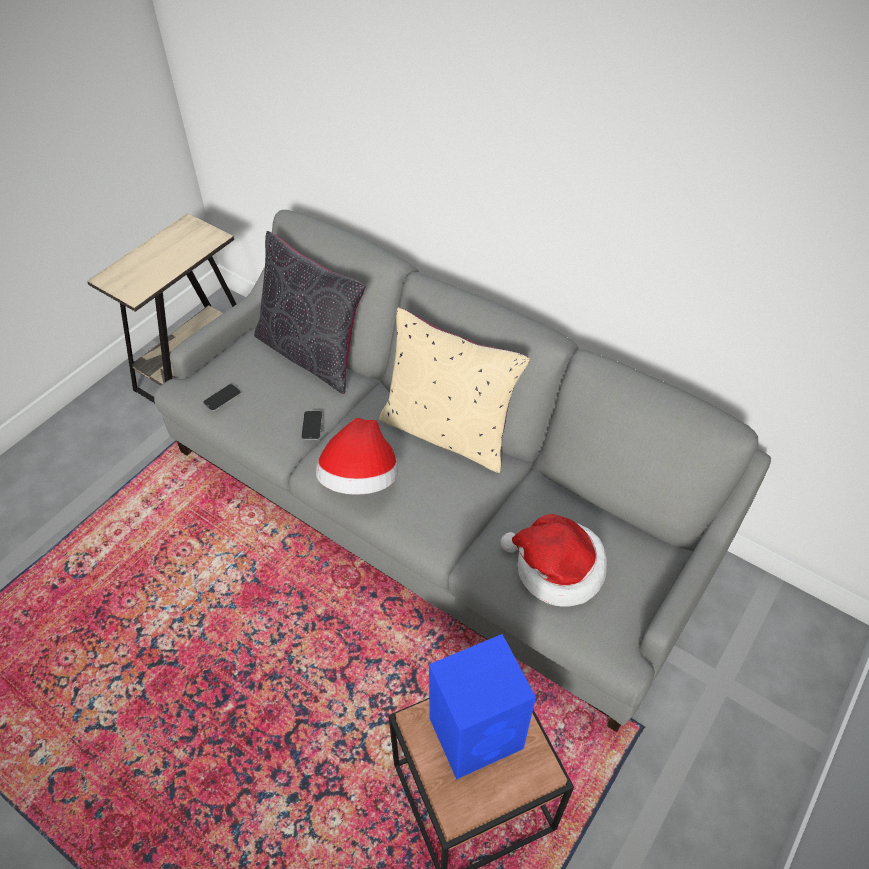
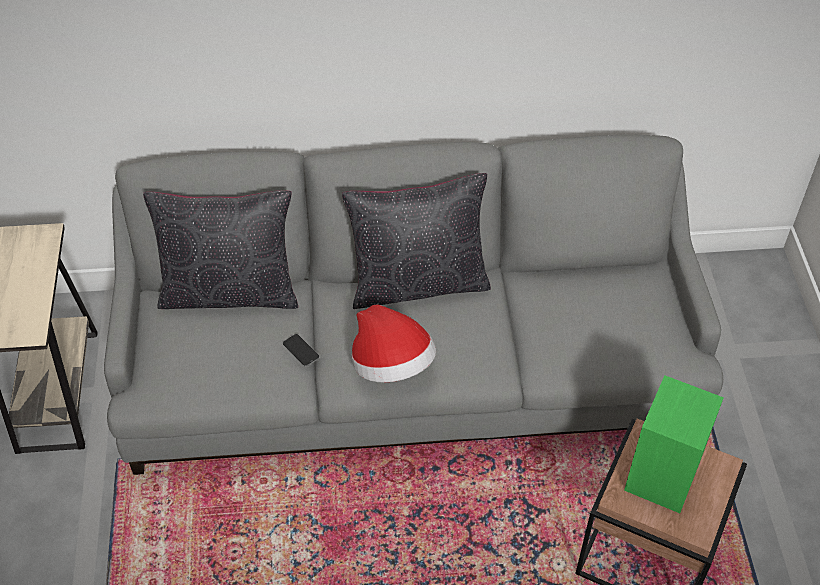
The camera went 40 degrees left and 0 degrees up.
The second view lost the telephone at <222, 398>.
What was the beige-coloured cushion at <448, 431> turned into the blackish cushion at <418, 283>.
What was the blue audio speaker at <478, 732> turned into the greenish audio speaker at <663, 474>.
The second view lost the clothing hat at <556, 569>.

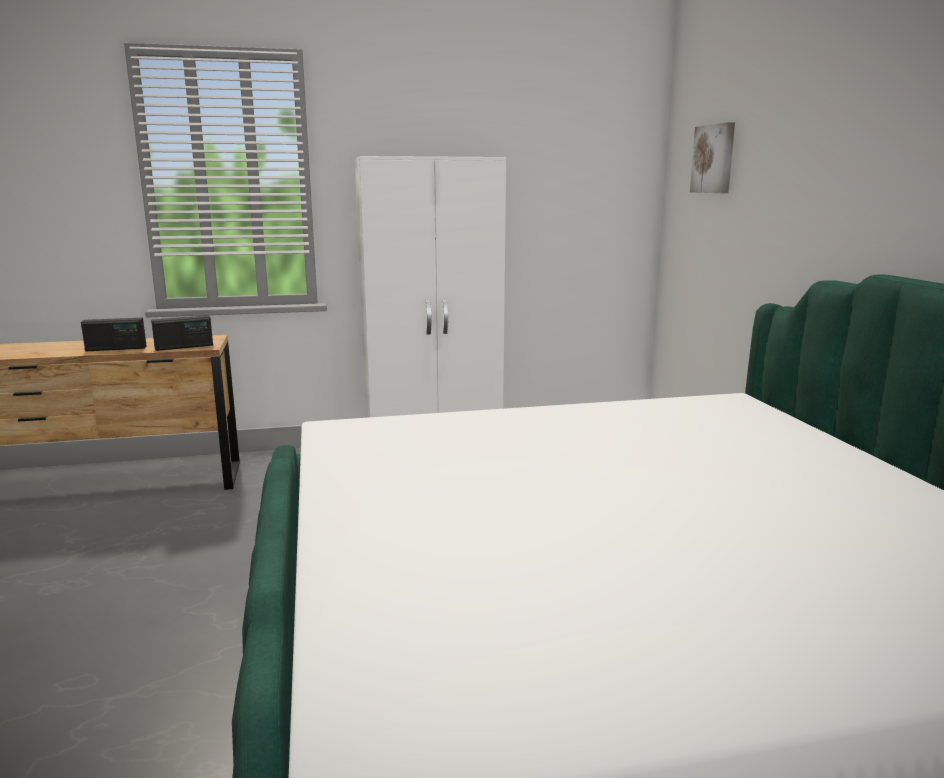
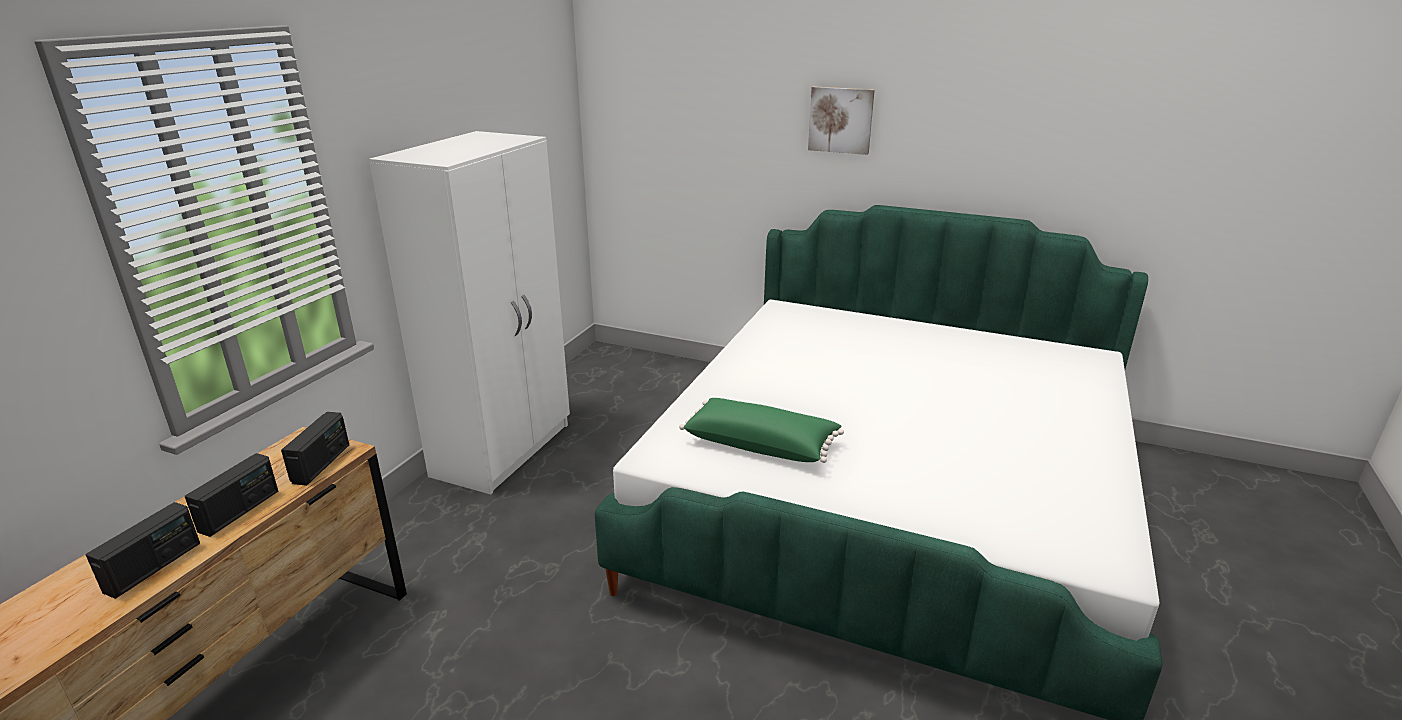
The camera went 55 degrees left and 10 degrees up.
The picture ended up elsewhere, having gone from <713, 159> to <840, 120>.
The second view gained the radio receiver at <153, 567>.
The second view gained the greenish cushion at <761, 444>.

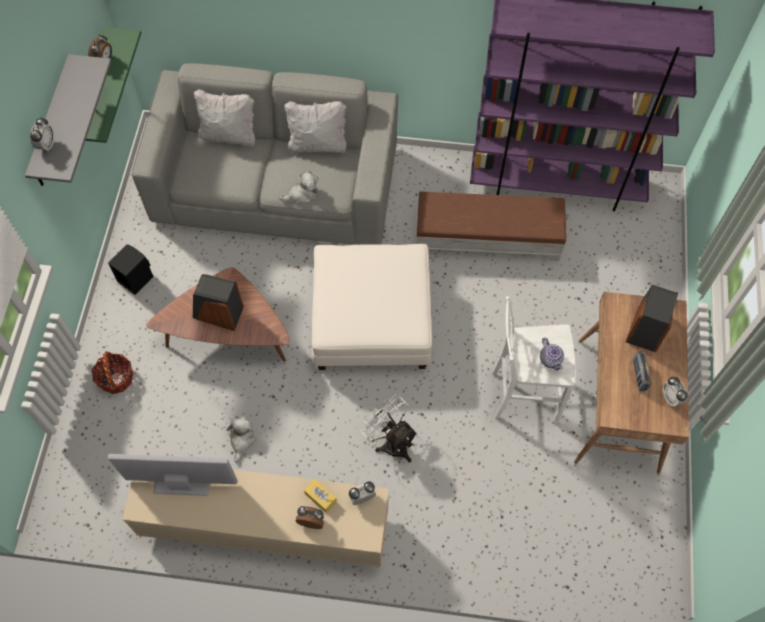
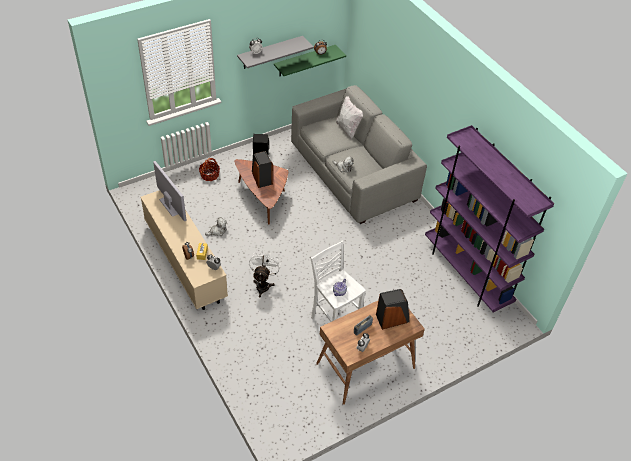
The camera went 50 degrees right and 15 degrees down.
The second view lost the whitish cushion at <318, 145>.
The second view lost the whitish ottoman at <371, 321>.
The second view lost the brown ottoman at <487, 237>.

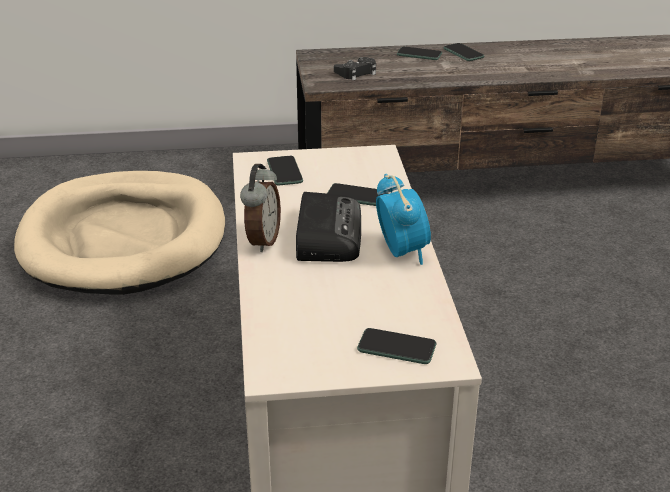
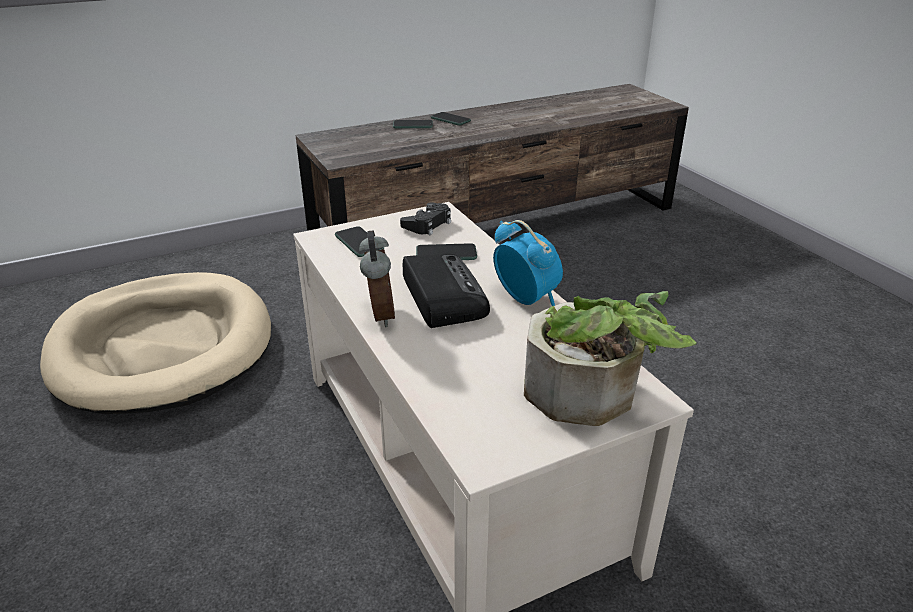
The camera went 20 degrees left and 0 degrees up.
The blackish gamepad ended up elsewhere, having gone from <356, 73> to <427, 224>.
Where the telephone stood at <396, 347>, the potted plant came to stand at <591, 397>.

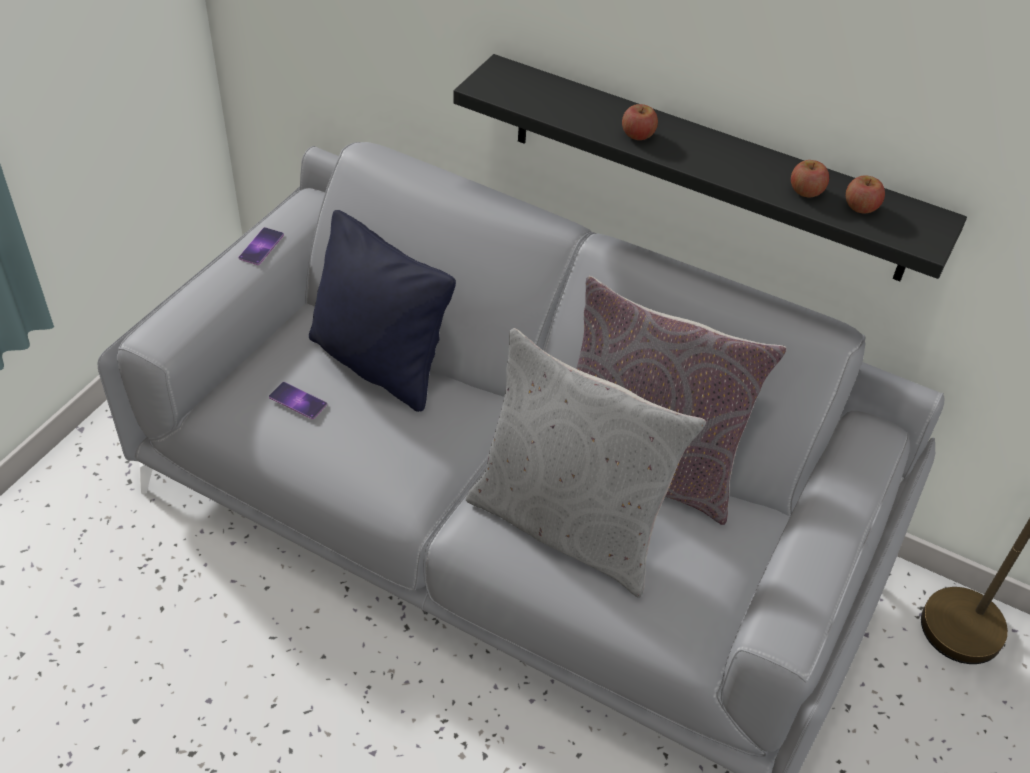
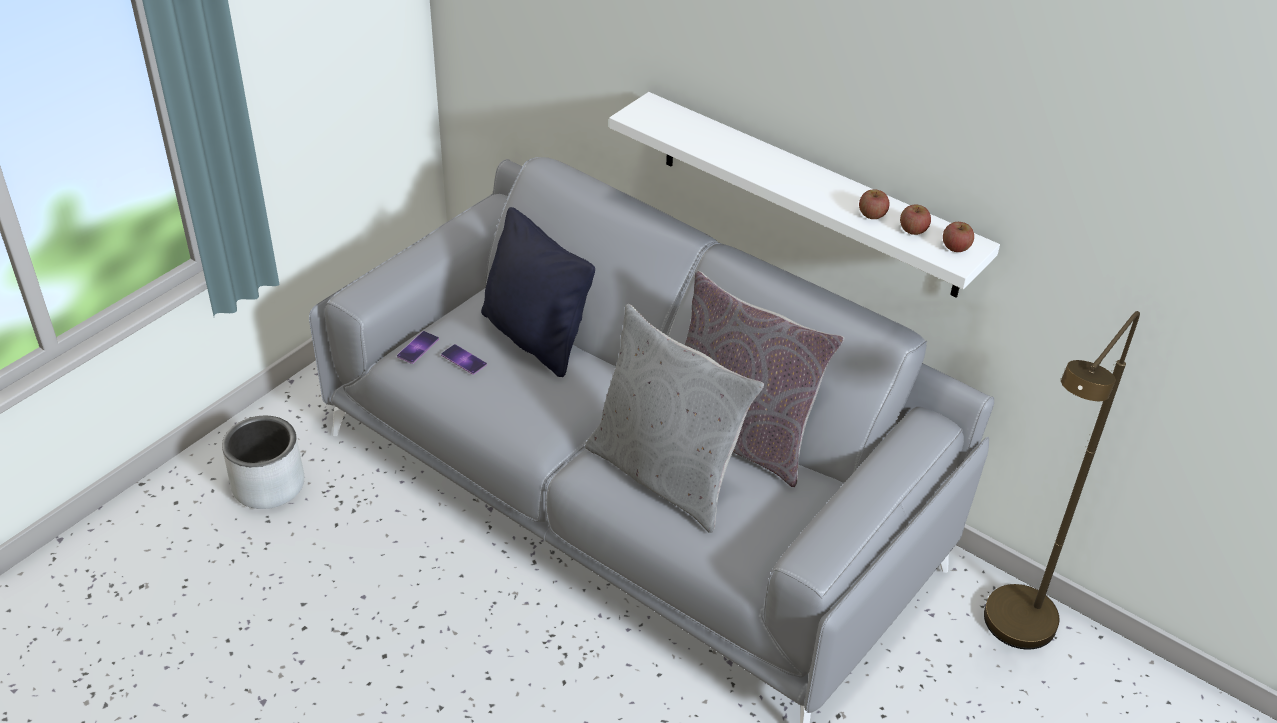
The camera went 10 degrees right and 5 degrees down.
The telephone ended up elsewhere, having gone from <261, 246> to <418, 347>.
What was the blackish bracket shelf at <707, 168> turned into the whitish bracket shelf at <808, 195>.
The whole apple ended up elsewhere, having gone from <638, 135> to <956, 247>.
The second view gained the greyish flower pot at <268, 484>.

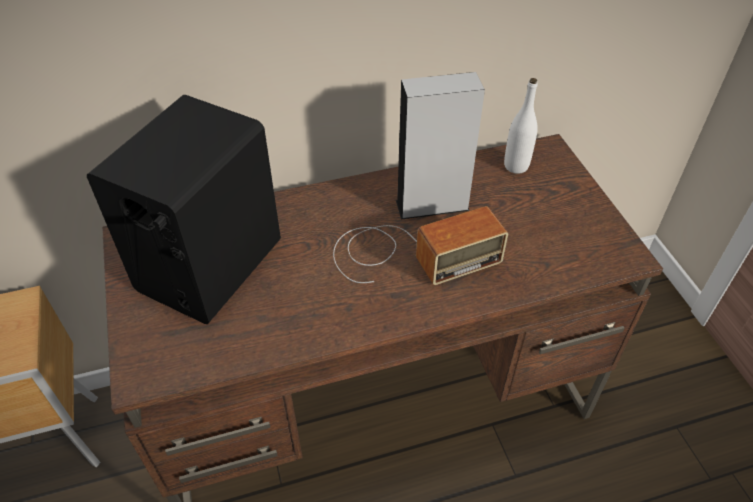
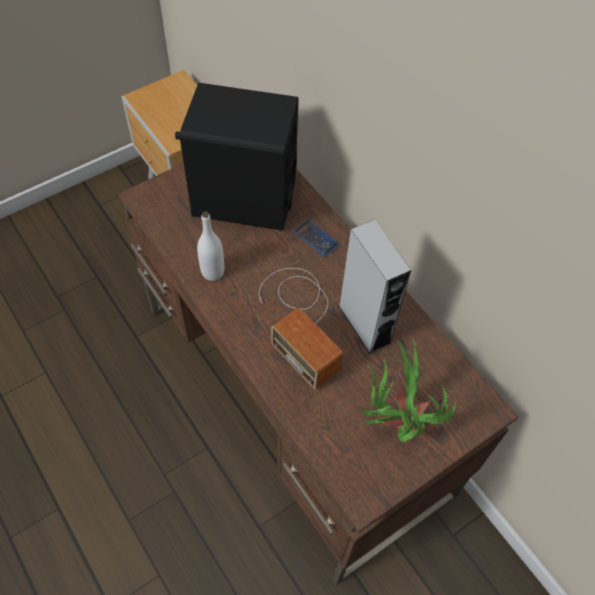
The camera went 70 degrees right and 10 degrees up.
The whitish bottle ended up elsewhere, having gone from <516, 166> to <212, 272>.
The second view gained the telephone at <316, 238>.
The second view gained the potted plant at <393, 423>.

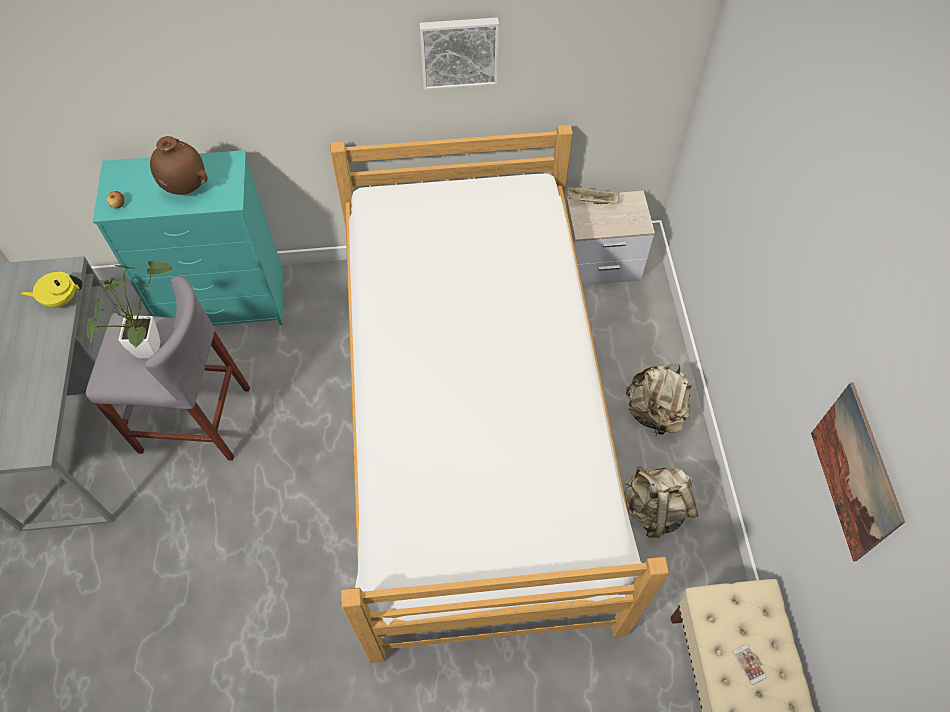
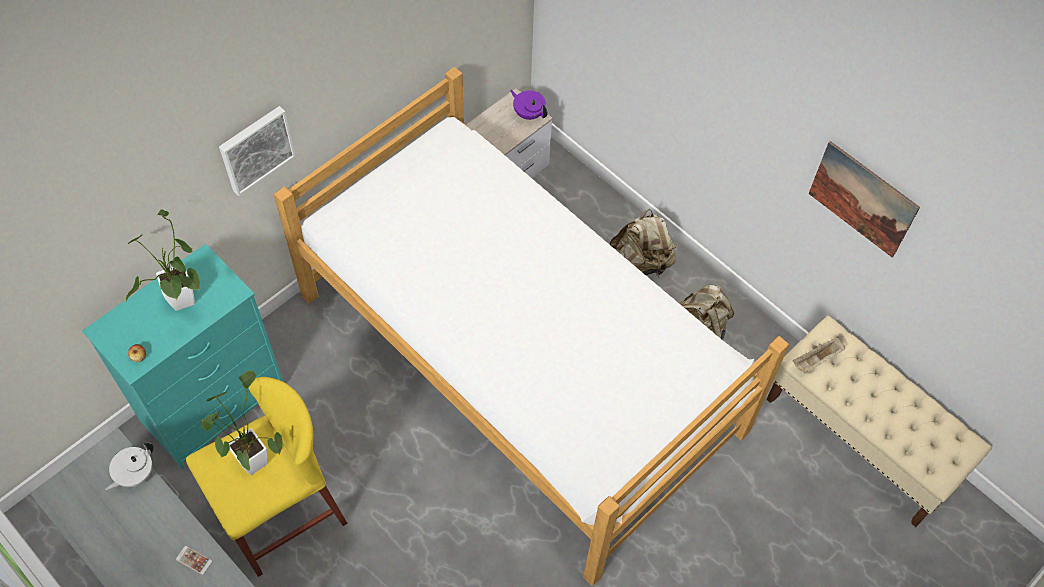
The camera went 40 degrees left and 0 degrees up.
What was the yellow tea pot at <61, 299> turned into the whitish tea pot at <135, 474>.
What was the greyish stool seat at <194, 420> turned into the yellow stool seat at <282, 516>.
Where the brown vase stood at <185, 187>, the potted plant came to stand at <184, 305>.
The picture ended up elsewhere, having gone from <459, 51> to <255, 149>.
The beige-coloured carrying tray ended up elsewhere, having gone from <591, 201> to <816, 360>.
The telephone ended up elsewhere, having gone from <749, 664> to <194, 560>.
The second view gained the purplish tea pot at <528, 113>.

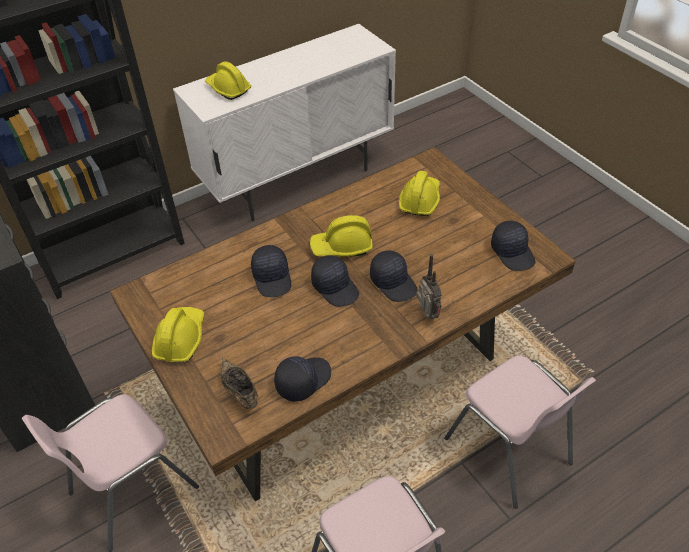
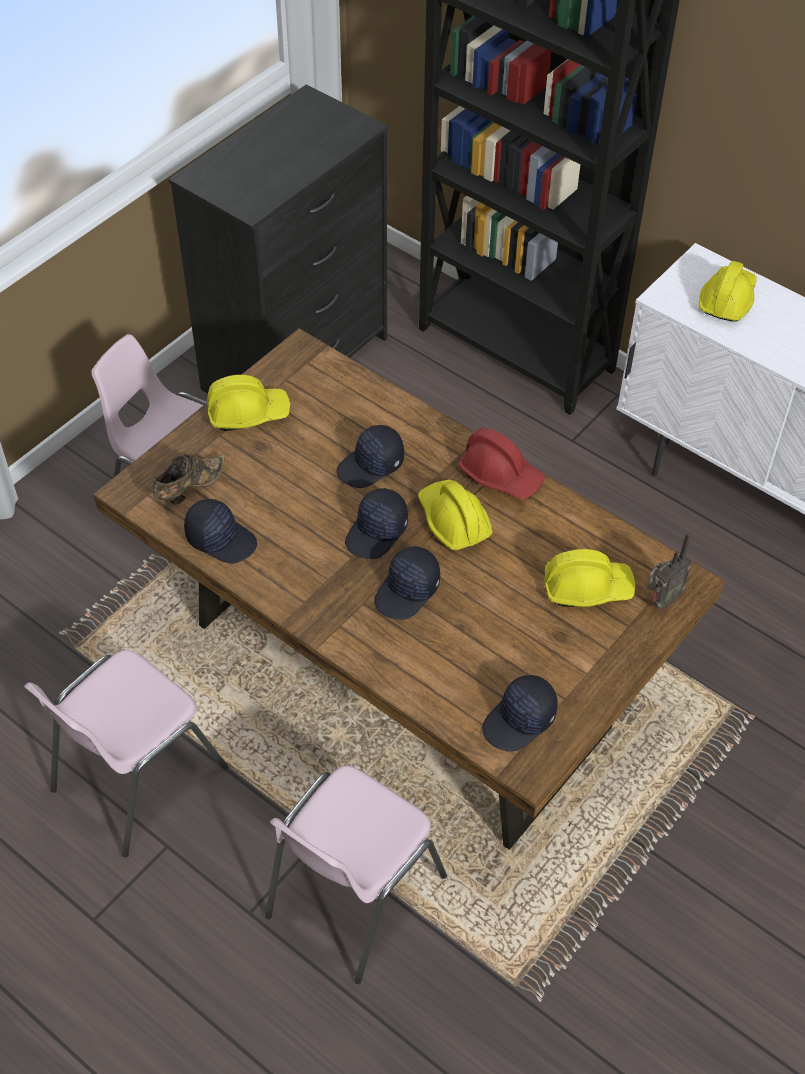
The camera went 70 degrees right and 5 degrees up.
The radio receiver ended up elsewhere, having gone from <426, 316> to <660, 600>.
The second view gained the reddish work helmet at <501, 475>.

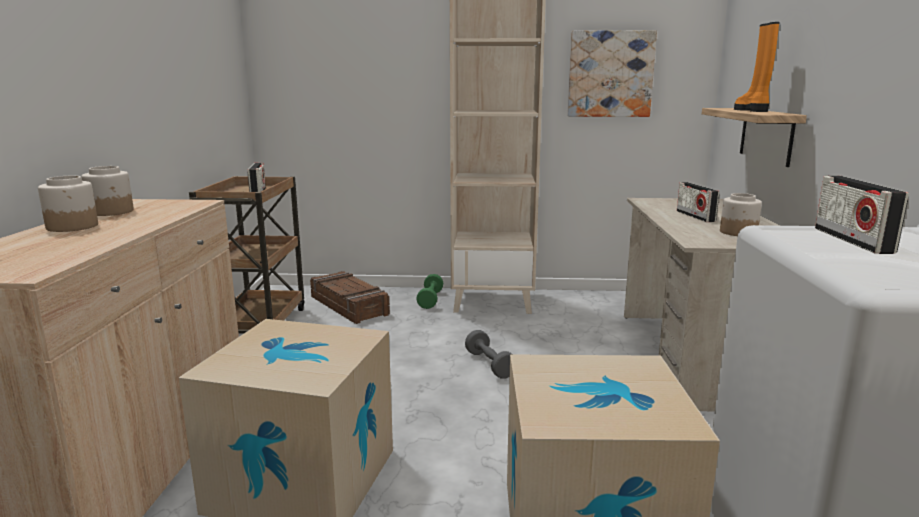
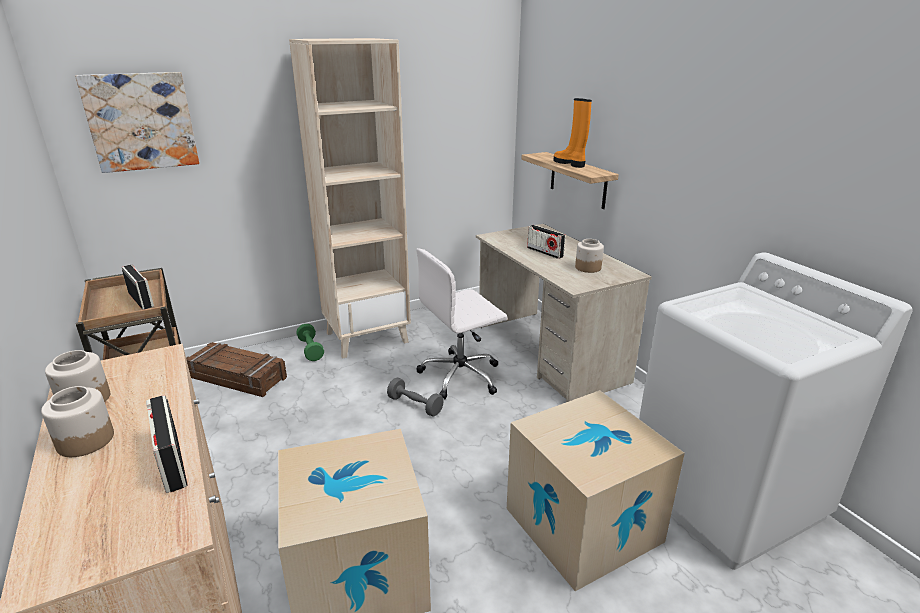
The camera went 30 degrees left and 10 degrees up.
The picture ended up elsewhere, having gone from <610, 74> to <141, 121>.
The radio receiver ended up elsewhere, having gone from <852, 240> to <171, 462>.
The second view gained the whitish computer chair at <461, 375>.

